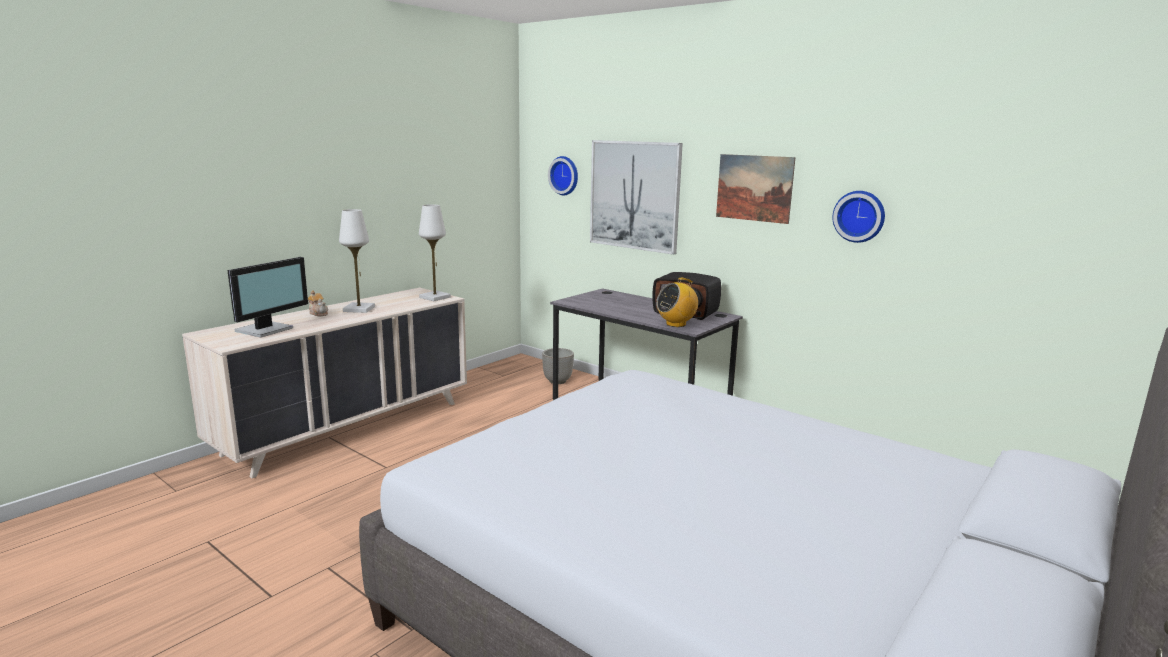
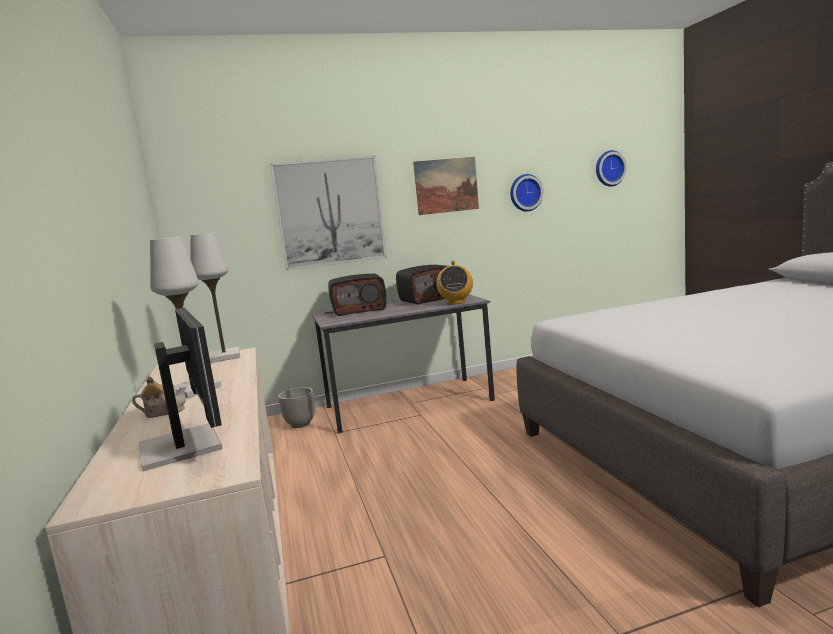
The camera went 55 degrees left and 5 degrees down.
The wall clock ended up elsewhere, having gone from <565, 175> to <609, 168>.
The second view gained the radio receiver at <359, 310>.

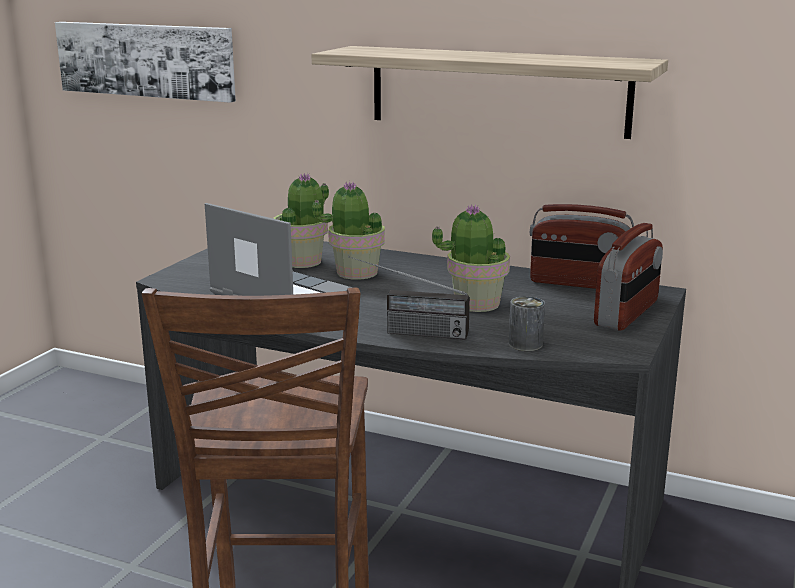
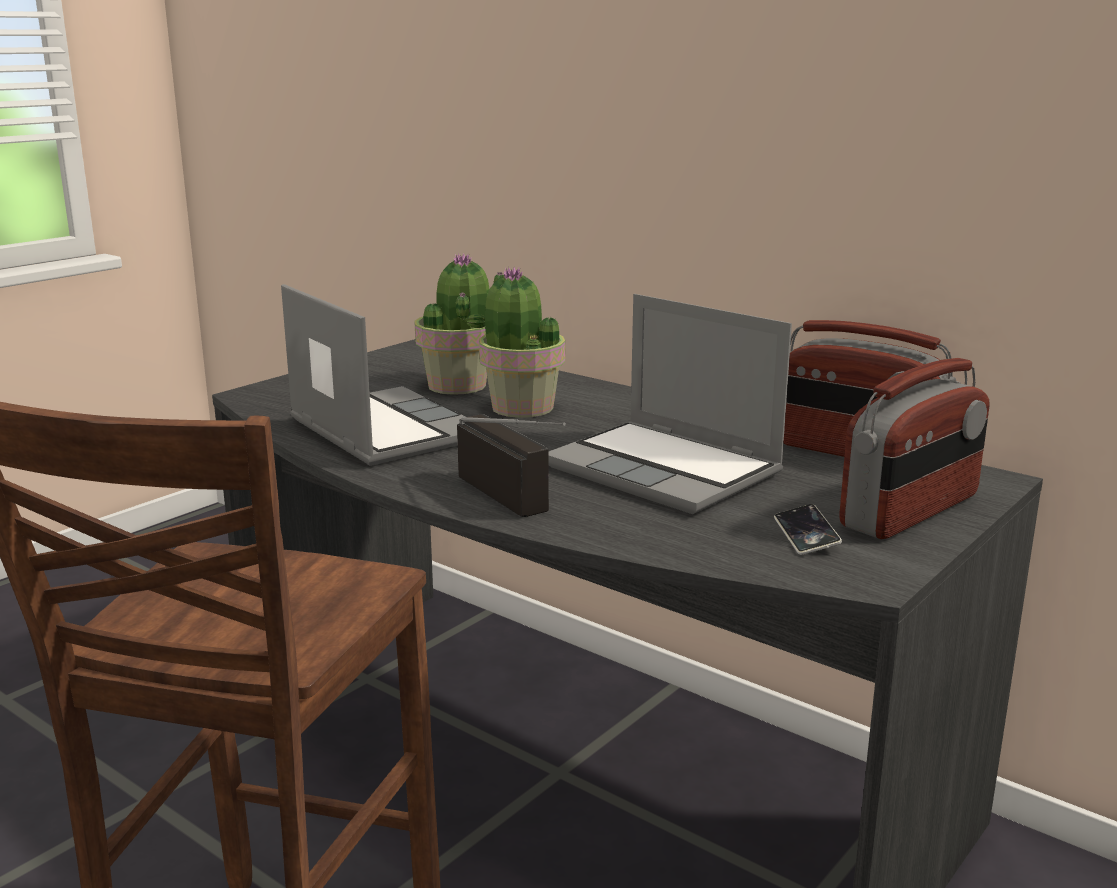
The camera went 15 degrees right and 0 degrees up.
The second view lost the picture at <146, 60>.
The second view lost the bracket shelf at <497, 90>.
The radio receiver at <406, 332> ended up facing another way, 150 degrees counterclockwise from before.
Where the potted plant stood at <476, 304>, the notebook computer came to stand at <666, 470>.
The second view lost the can at <525, 344>.
The second view gained the telephone at <806, 535>.

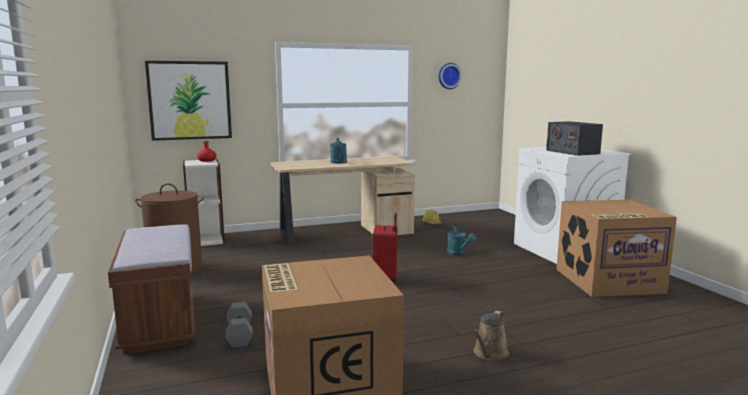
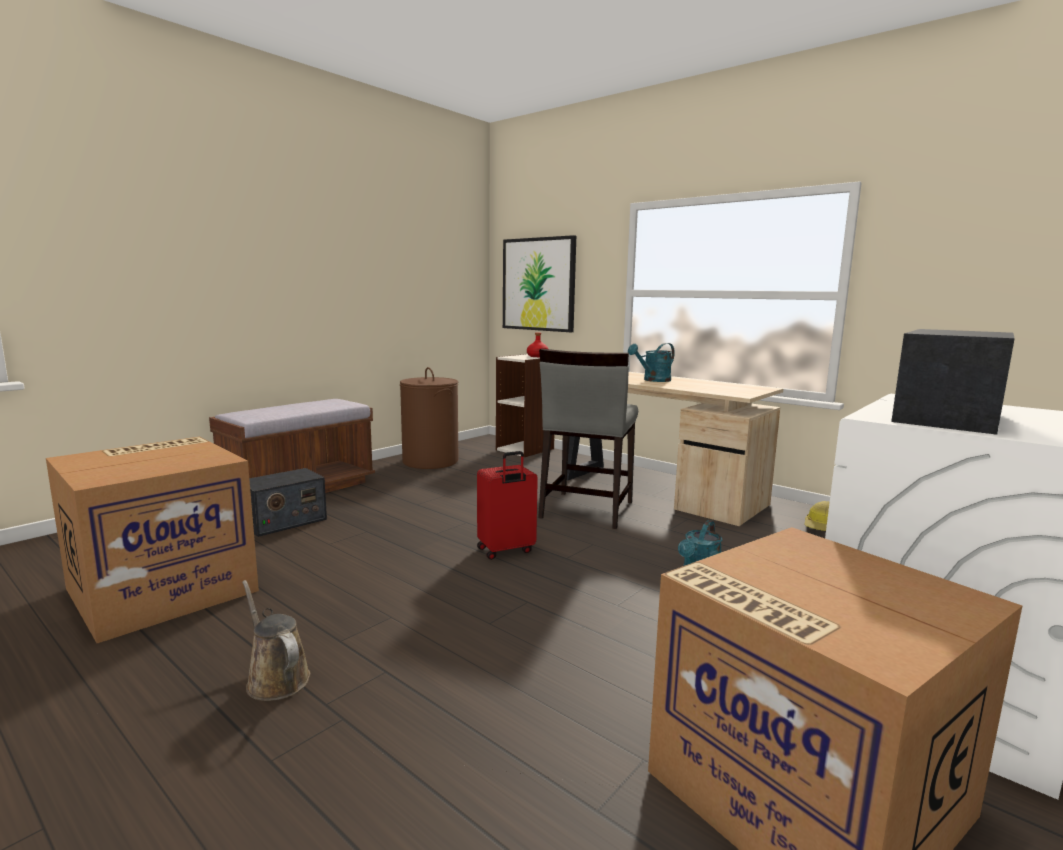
The camera went 60 degrees right and 0 degrees up.
Where the greyish free weight stood at <238, 334>, the radio receiver came to stand at <284, 521>.
The second view lost the wall clock at <449, 76>.
The brown sprinkling can at <489, 354> ended up facing another way, 45 degrees clockwise from before.
The second view gained the greyish chair at <585, 510>.

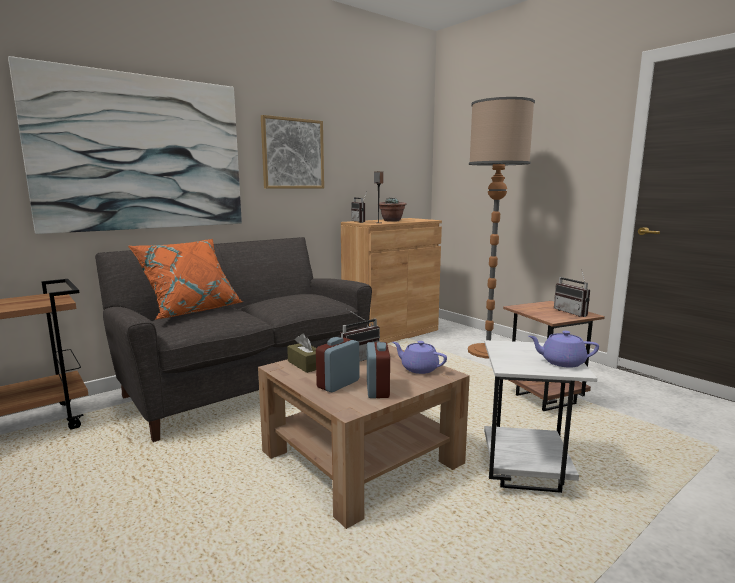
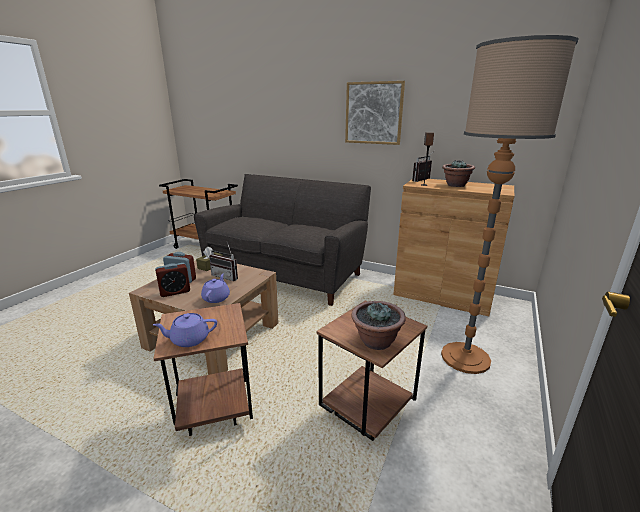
The camera went 65 degrees right and 10 degrees up.
The second view lost the picture at <142, 153>.
The second view lost the orangey cushion at <191, 310>.
What was the whitish end table at <527, 474> turned into the brown end table at <214, 414>.
The purplish tea pot at <561, 362> ended up facing another way, 90 degrees counterclockwise from before.
Where the radio receiver stood at <573, 312>, the potted plant came to stand at <376, 342>.

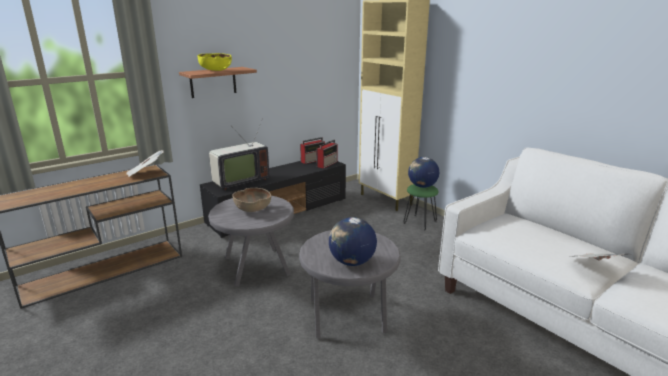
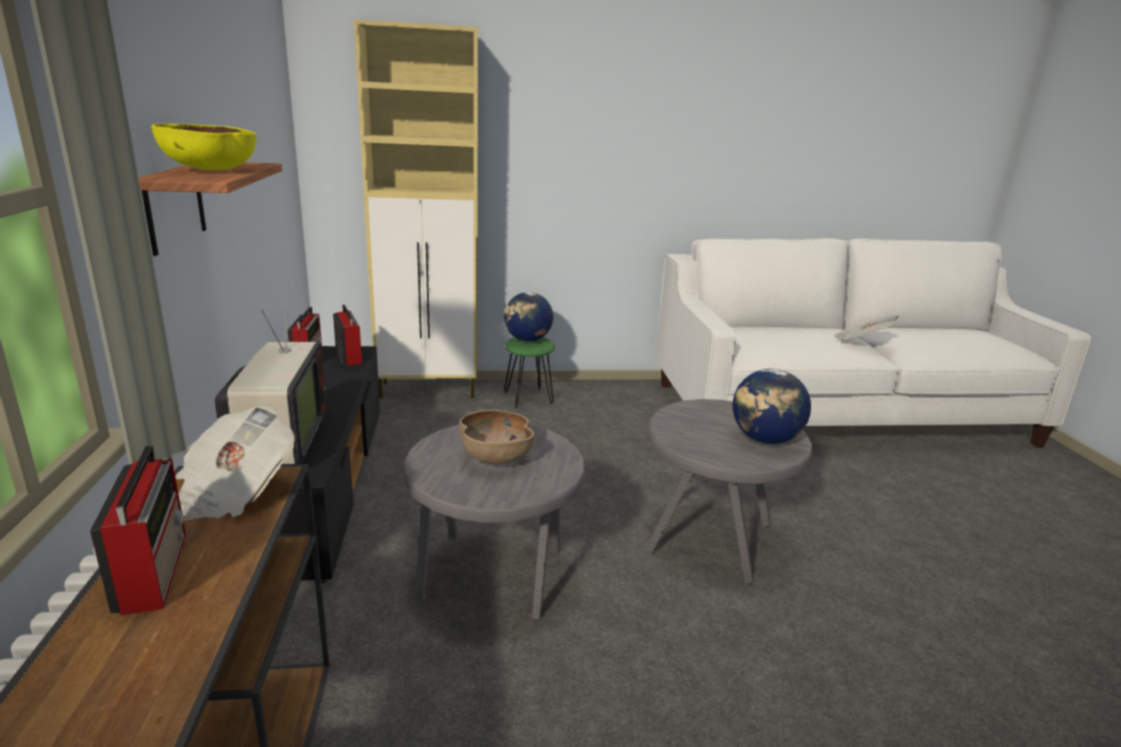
The camera went 60 degrees left and 0 degrees up.
The second view gained the radio receiver at <154, 569>.

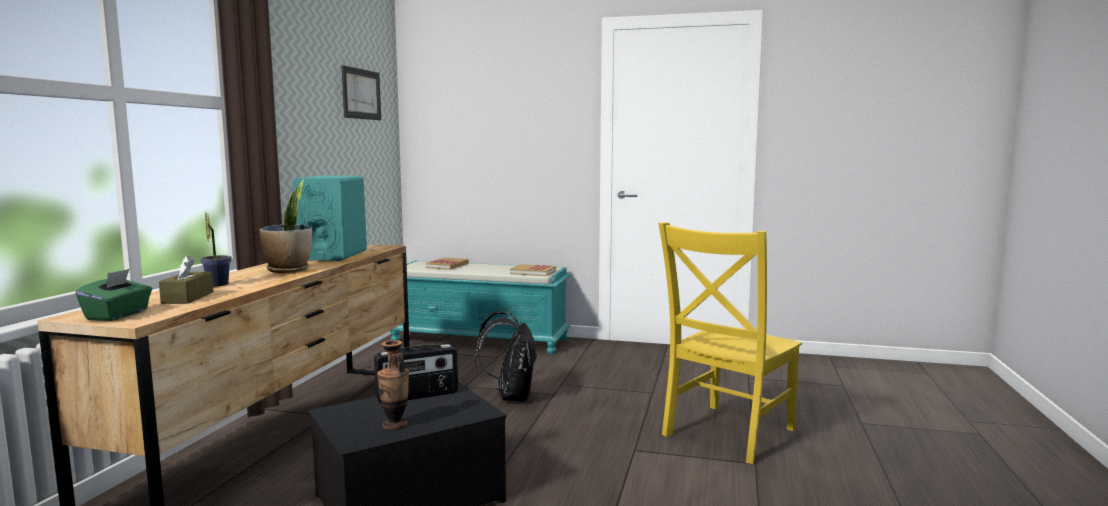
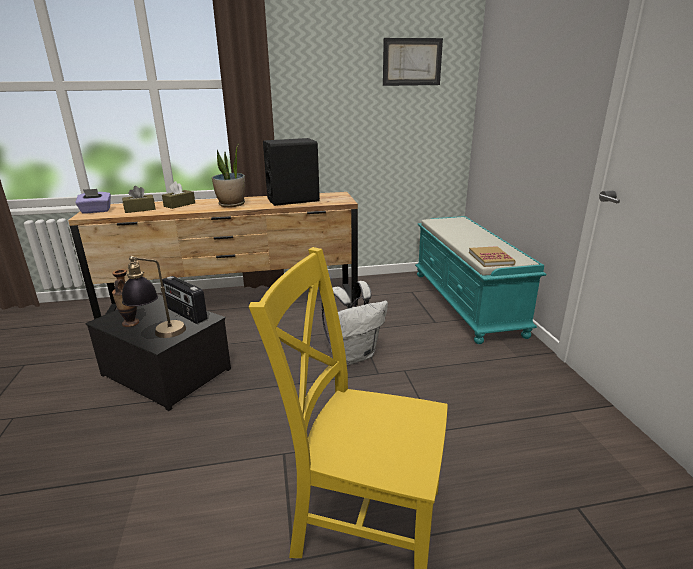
The camera went 65 degrees right and 15 degrees up.
What was the greenish tissue box at <118, 315> turned into the purplish tissue box at <96, 211>.
Where the potted plant stood at <218, 284>, the brown tissue box came to stand at <179, 205>.
What was the turquoise-coloured audio speaker at <333, 255> turned into the blackish audio speaker at <293, 200>.
The second view lost the volume at <447, 265>.
What was the blackish backpack at <511, 397> turned into the whitish backpack at <353, 355>.
The second view gained the lamp for a table at <160, 336>.

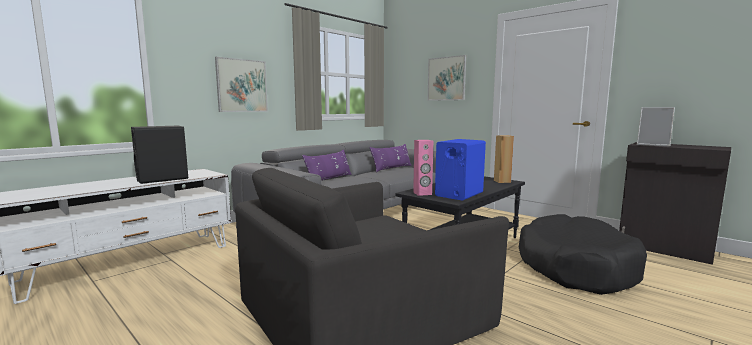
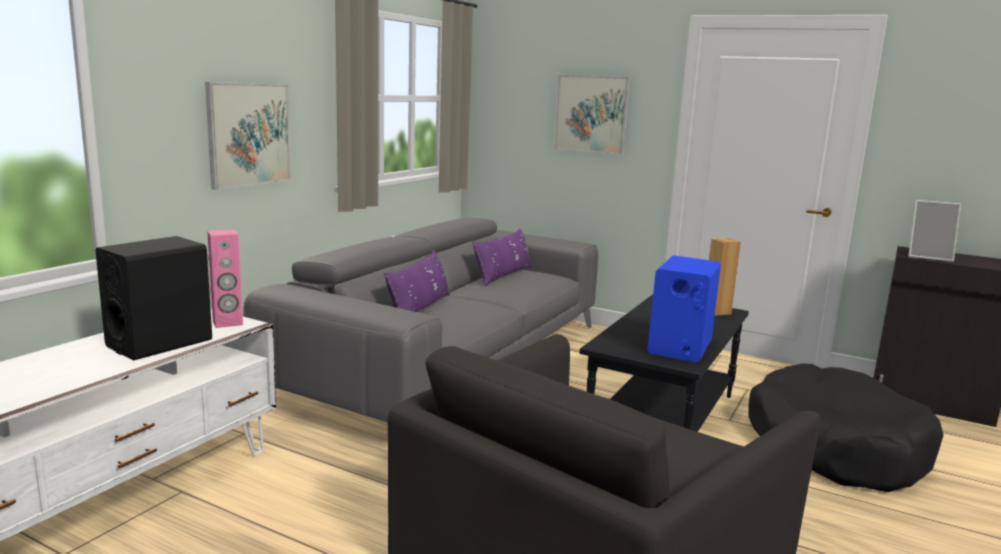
The camera went 15 degrees left and 5 degrees up.
The pinkish audio speaker ended up elsewhere, having gone from <422, 193> to <227, 323>.

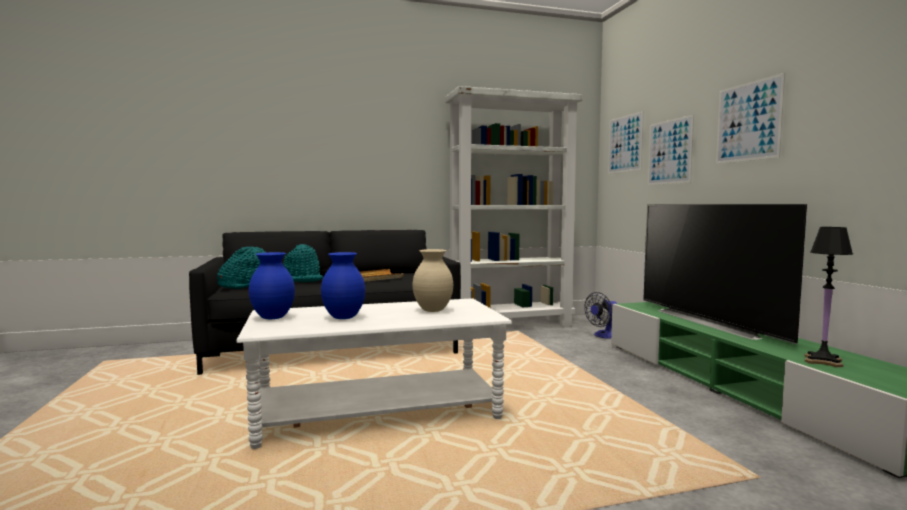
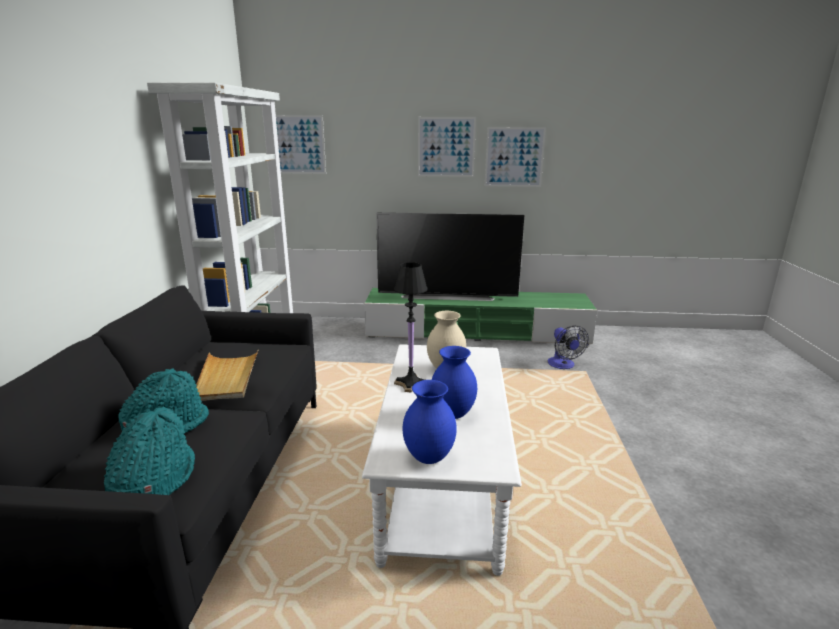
The camera went 70 degrees left and 15 degrees up.
The fan ended up elsewhere, having gone from <604, 336> to <563, 365>.
The picture ended up elsewhere, having gone from <669, 152> to <514, 157>.
The blackish lamp for a table ended up elsewhere, having gone from <823, 361> to <411, 384>.

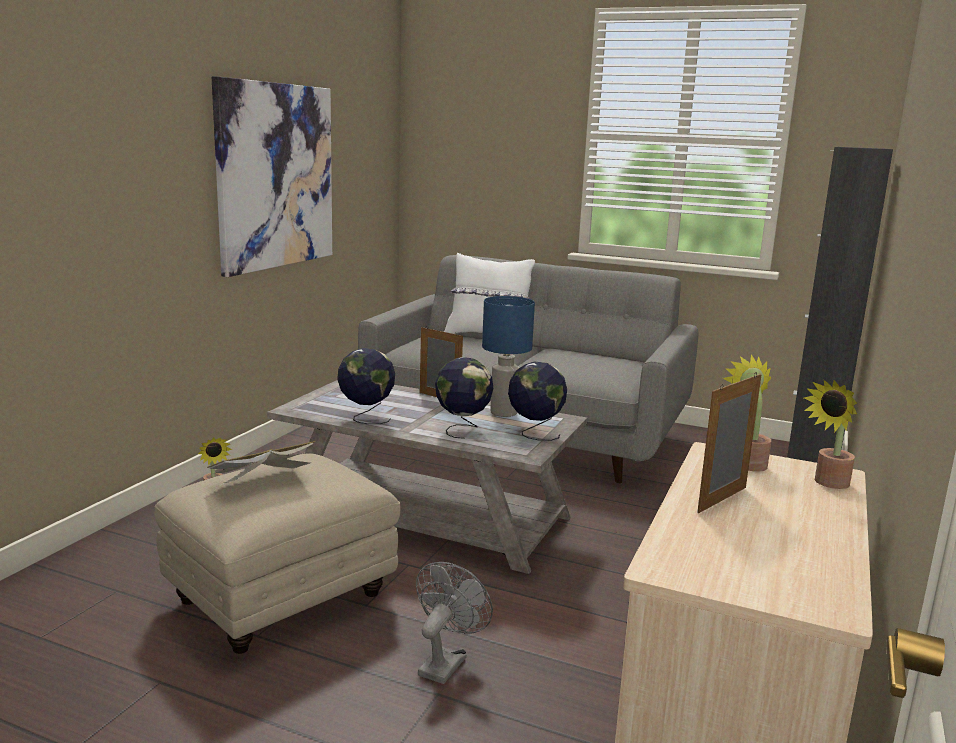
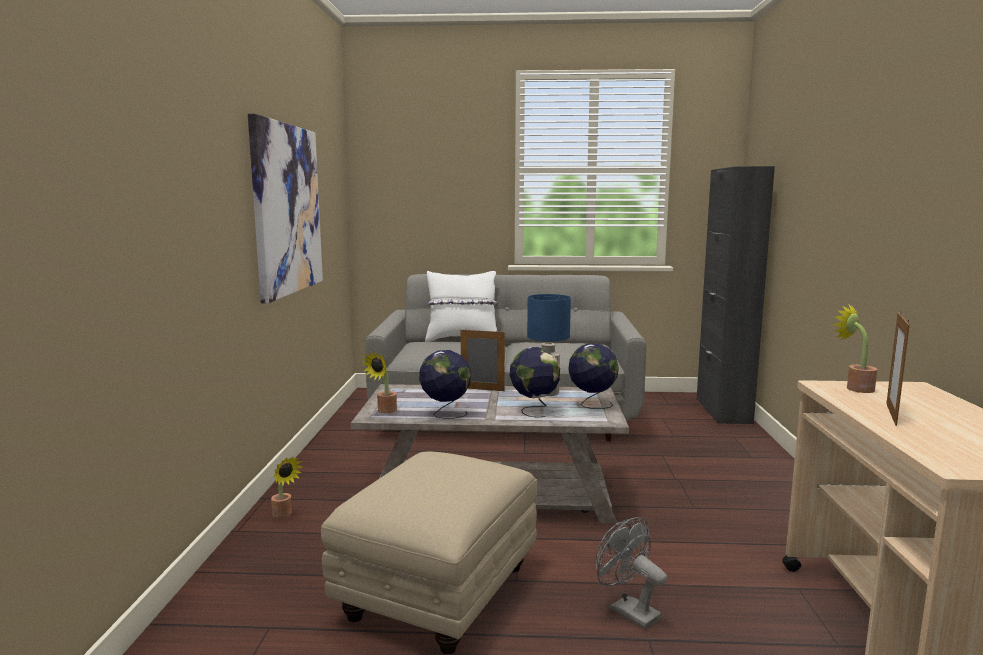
The camera went 20 degrees left and 5 degrees down.
The second view lost the volume at <264, 482>.
The greyish fan at <446, 662> ended up facing another way, 45 degrees counterclockwise from before.
The potted plant ended up elsewhere, having gone from <828, 483> to <384, 411>.

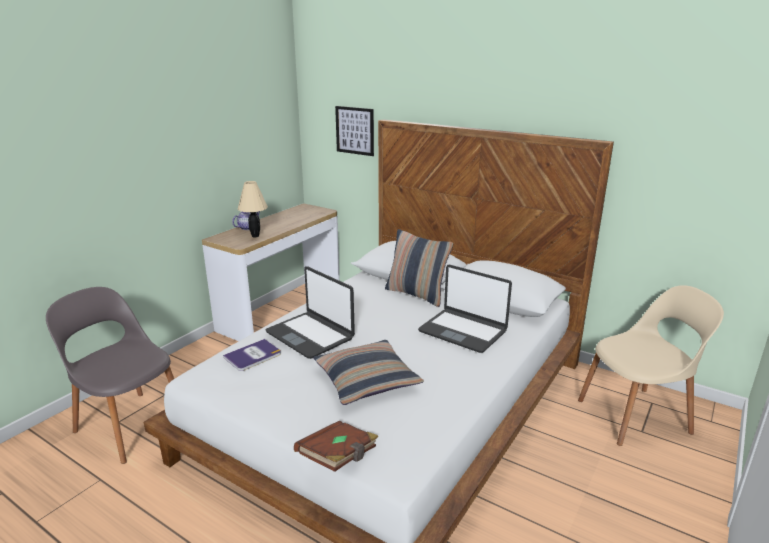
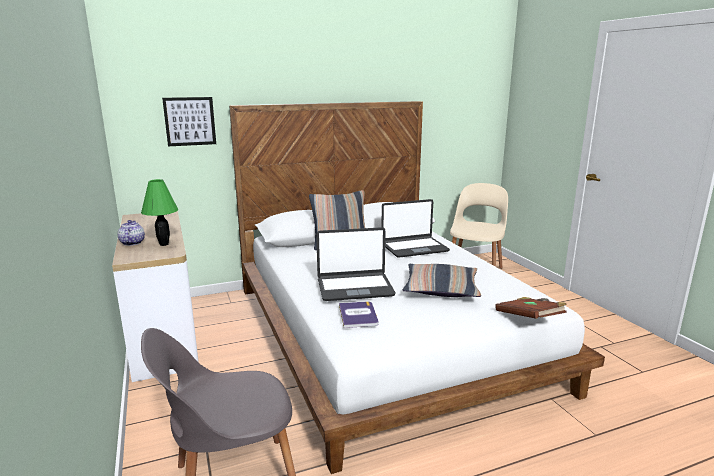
The camera went 55 degrees left and 5 degrees down.
What was the beige-coloured lamp for a table at <255, 236> turned into the greenish lamp for a table at <163, 244>.

